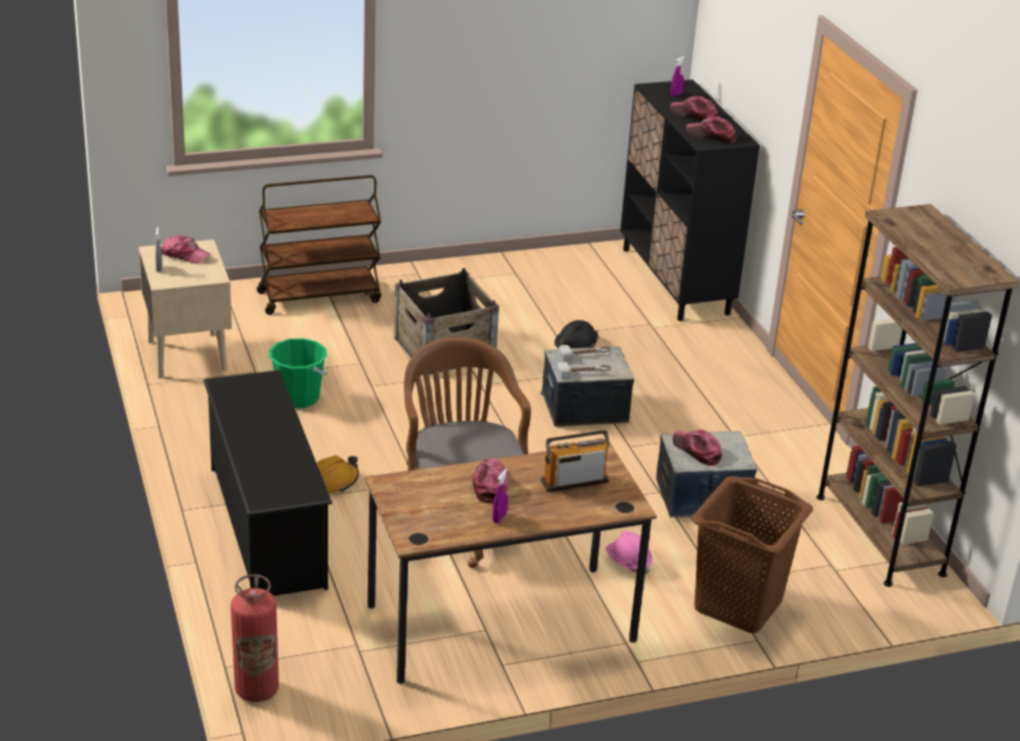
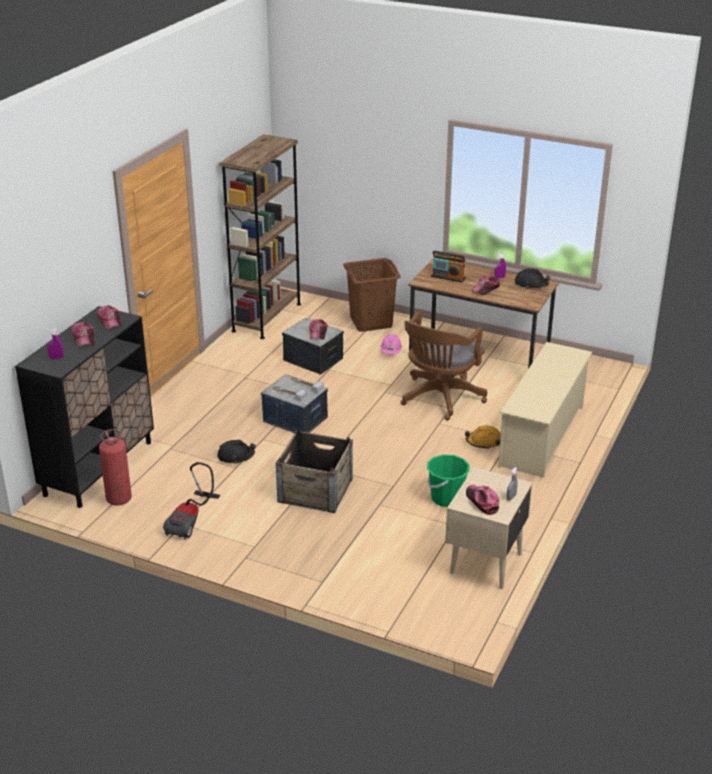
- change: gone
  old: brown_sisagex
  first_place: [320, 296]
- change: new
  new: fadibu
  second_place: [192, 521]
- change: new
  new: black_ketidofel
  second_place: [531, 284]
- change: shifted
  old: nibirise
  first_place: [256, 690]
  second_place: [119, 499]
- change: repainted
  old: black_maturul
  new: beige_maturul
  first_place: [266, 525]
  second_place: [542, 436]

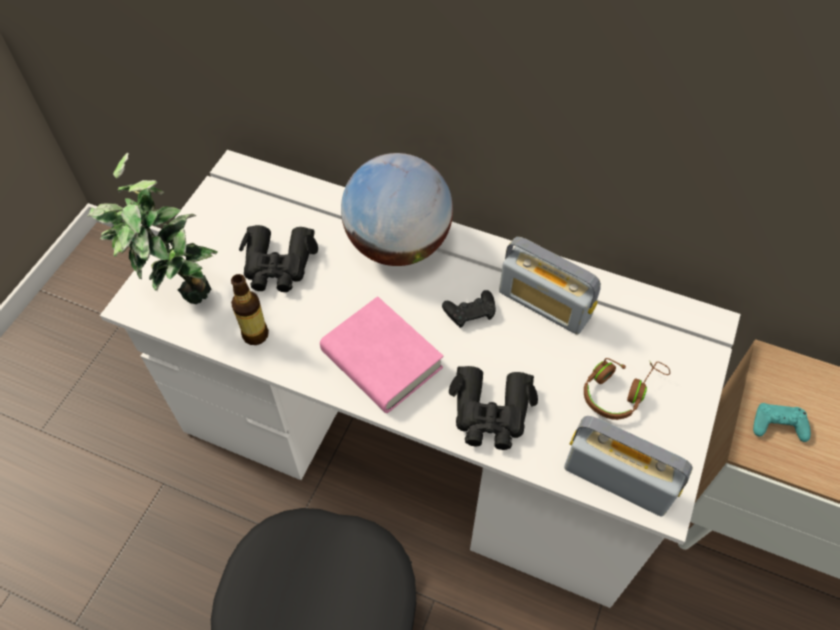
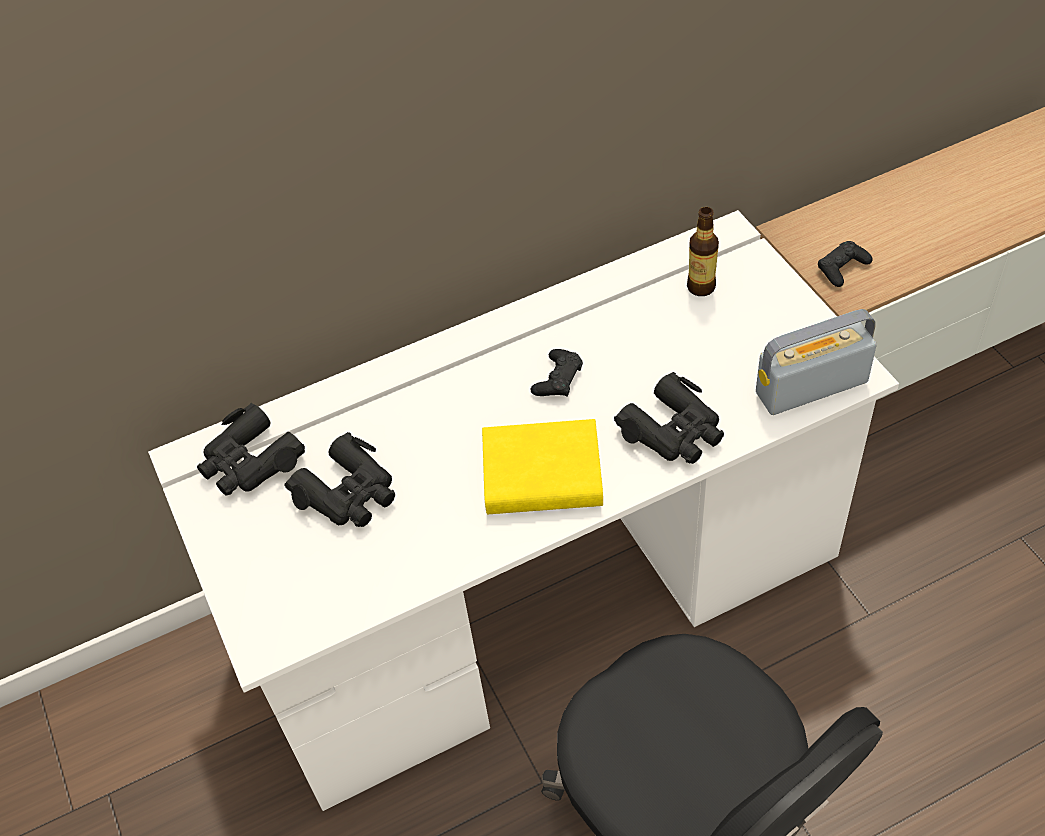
- change: gone
  old: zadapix
  first_place: [179, 293]
- change: gone
  old: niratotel
  first_place: [398, 244]
- change: gone
  old: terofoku
  first_place: [544, 304]
- change: gone
  old: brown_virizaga
  first_place: [619, 391]
- change: new
  new: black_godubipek
  second_place: [250, 462]
- change: shifted
  old: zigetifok
  first_place: [255, 335]
  second_place: [701, 287]
- change: repainted
  old: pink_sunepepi
  new: yellow_sunepepi
  first_place: [381, 360]
  second_place: [542, 475]
- change: repainted
  old: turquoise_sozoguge
  new: black_sozoguge
  first_place: [778, 425]
  second_place: [842, 268]

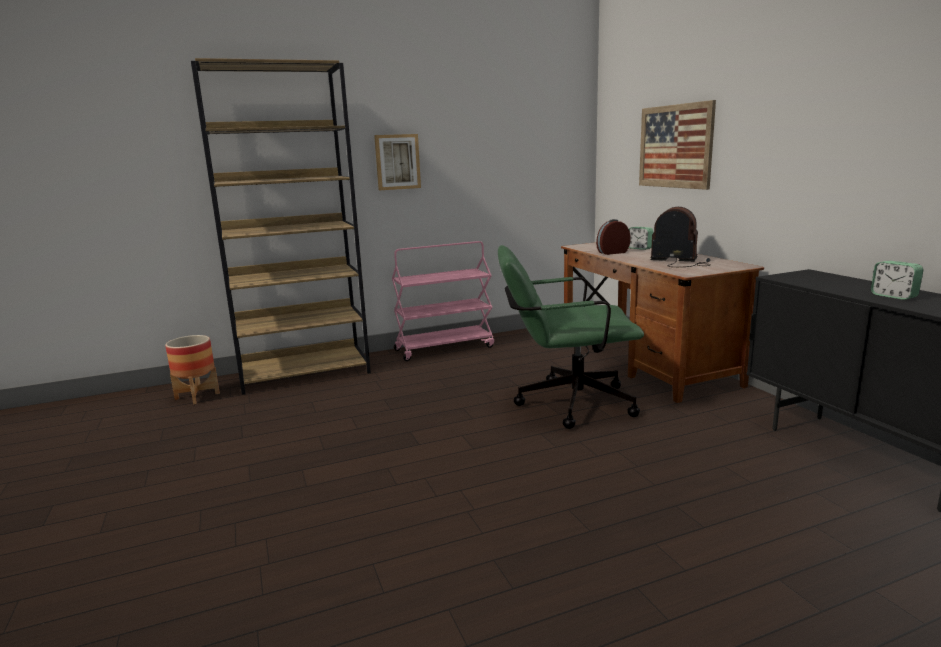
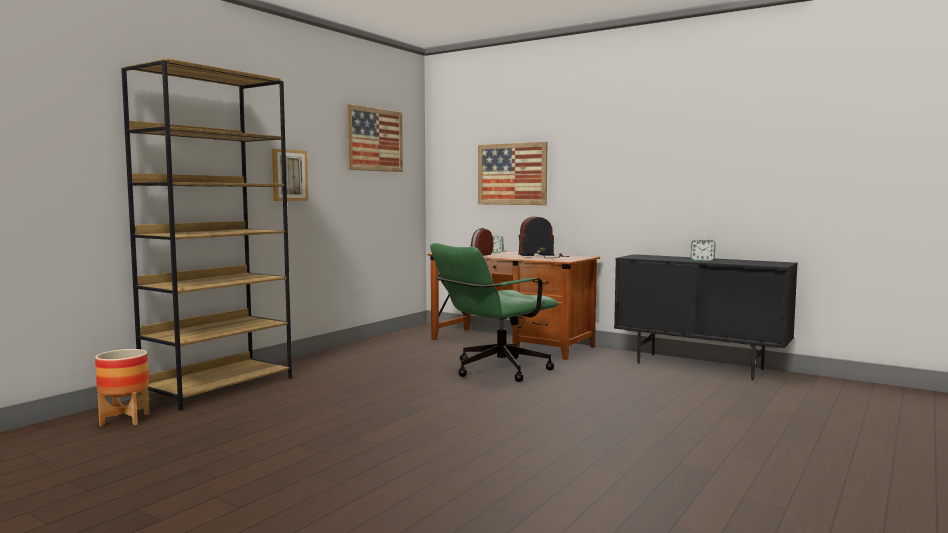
- change: gone
  old: pink_sisagex
  first_place: [444, 348]
- change: new
  new: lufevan
  second_place: [374, 139]

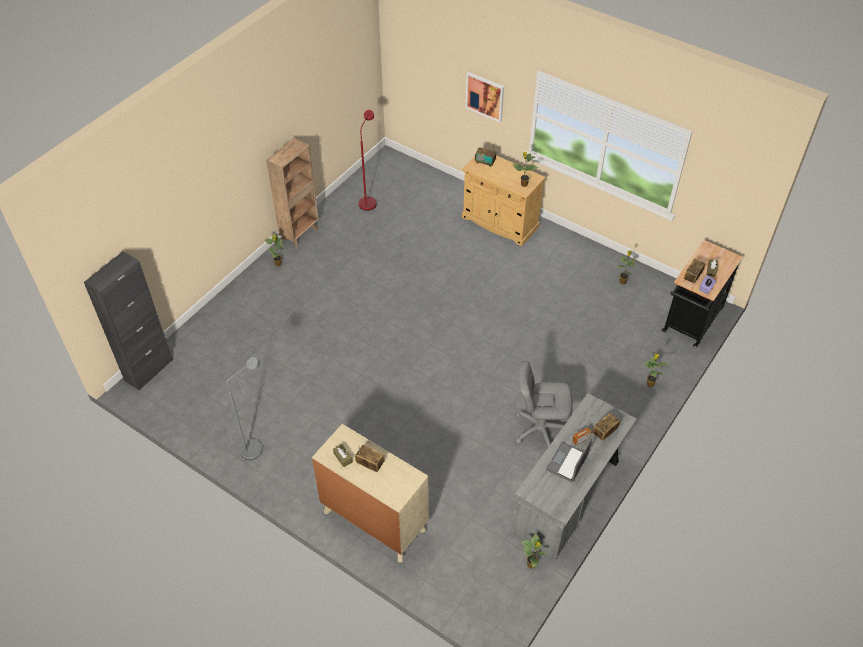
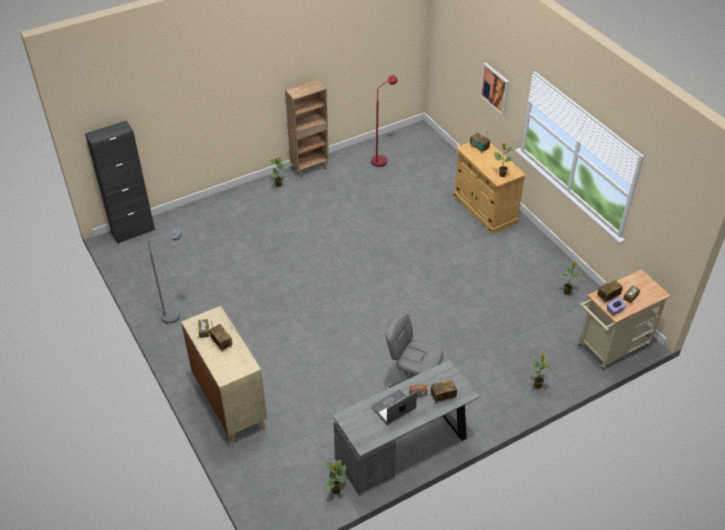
- change: repainted
  old: black_sisagex
  new: beige_sisagex
  first_place: [690, 324]
  second_place: [610, 348]

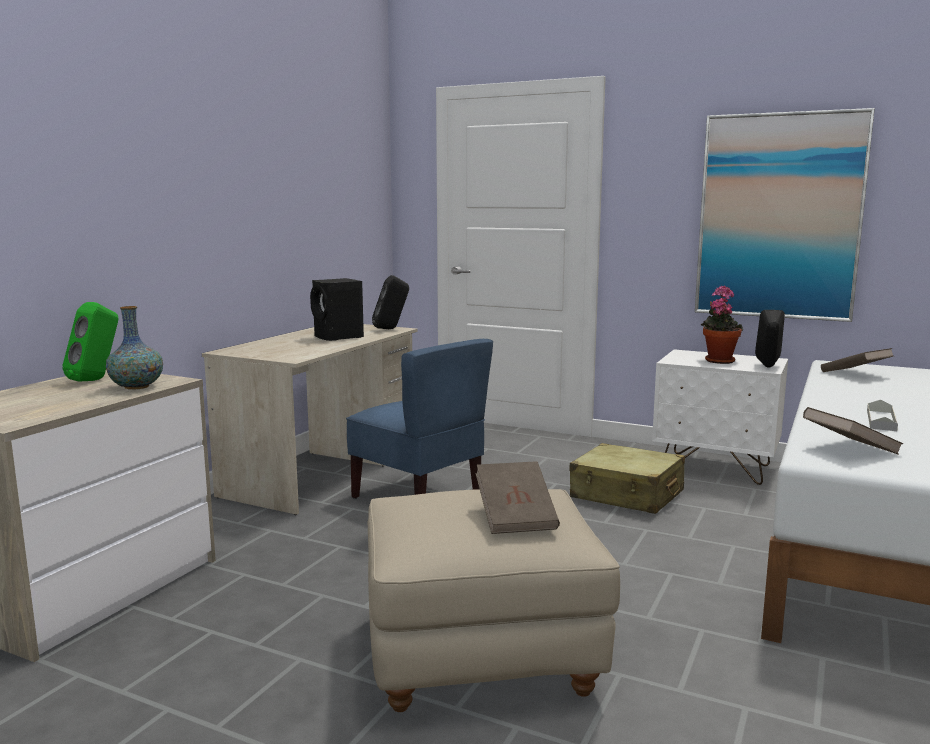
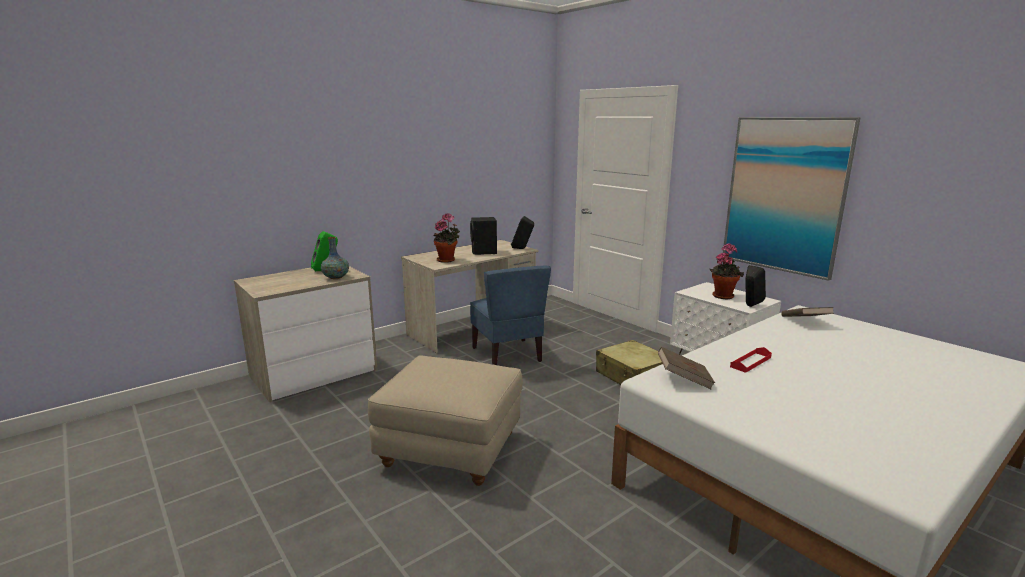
- change: gone
  old: brown_sunepepi
  first_place: [516, 517]
- change: new
  new: zadapix
  second_place: [447, 260]
- change: repainted
  old: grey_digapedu
  new: red_digapedu
  first_place: [881, 420]
  second_place: [750, 362]

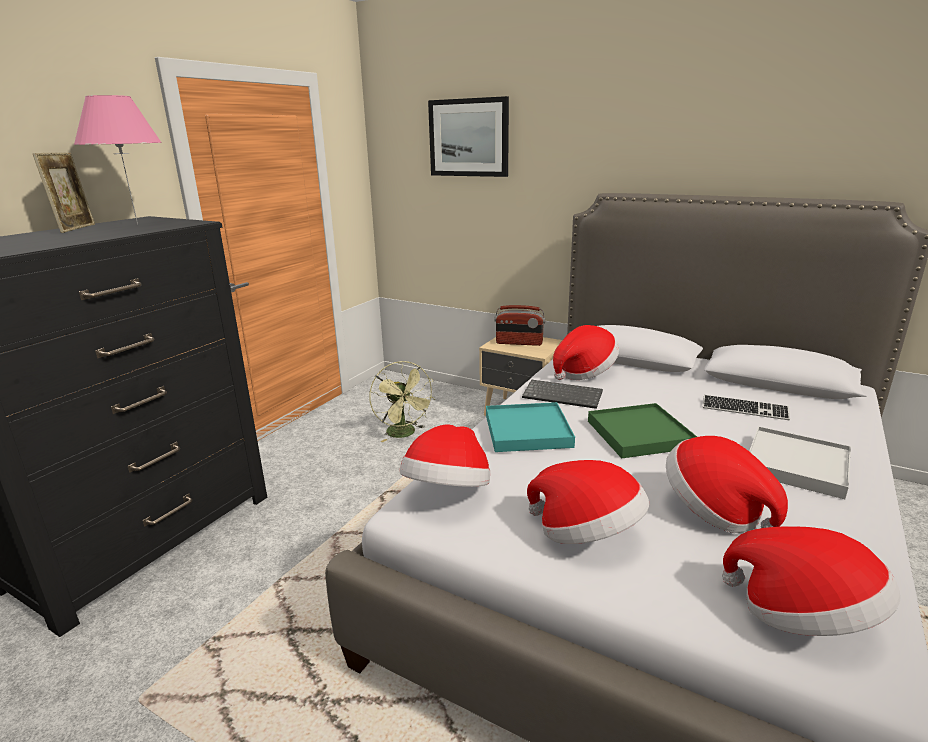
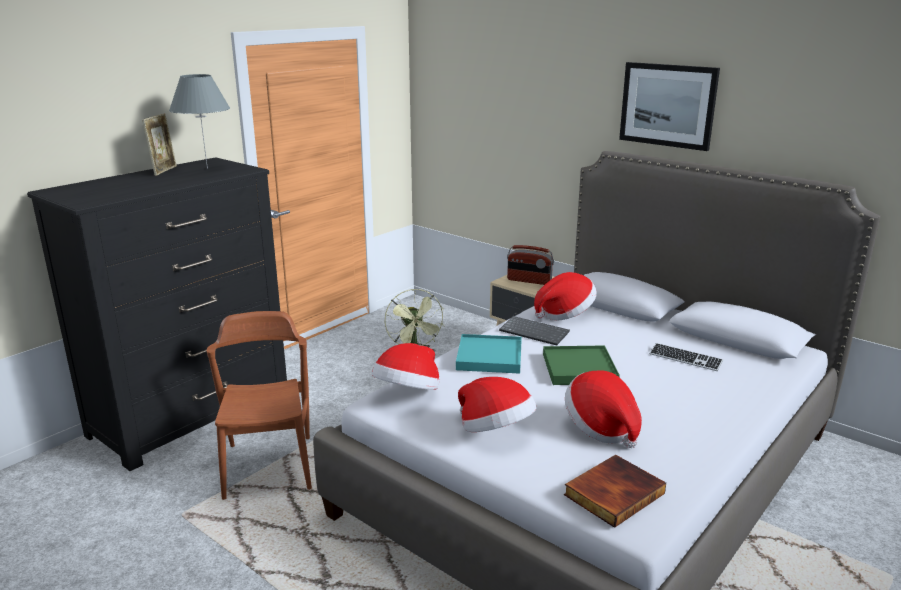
- change: gone
  old: white_digapedu
  first_place: [796, 465]
- change: new
  new: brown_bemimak
  second_place: [269, 466]
- change: shifted
  old: lufevan
  first_place: [468, 138]
  second_place: [668, 105]
- change: swapped
  old: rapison
  new: sunepepi
  first_place: [802, 615]
  second_place: [613, 493]
- change: repainted
  old: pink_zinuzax
  new: grey_zinuzax
  first_place: [137, 224]
  second_place: [207, 168]

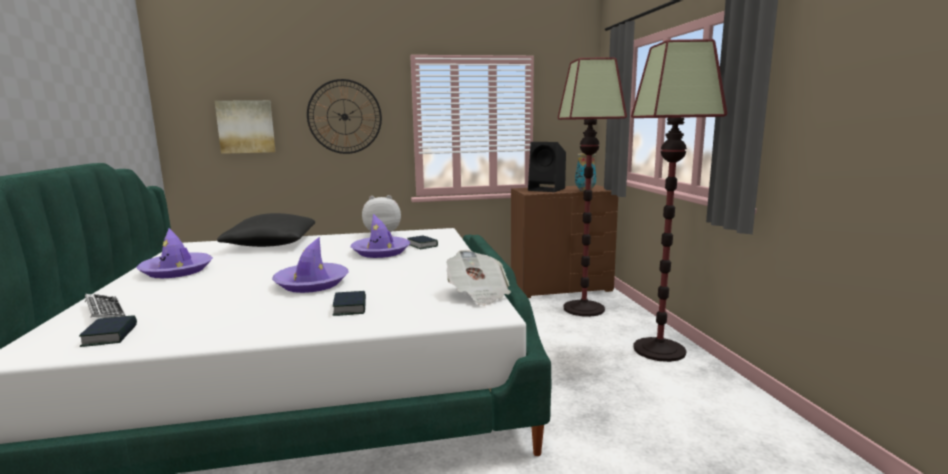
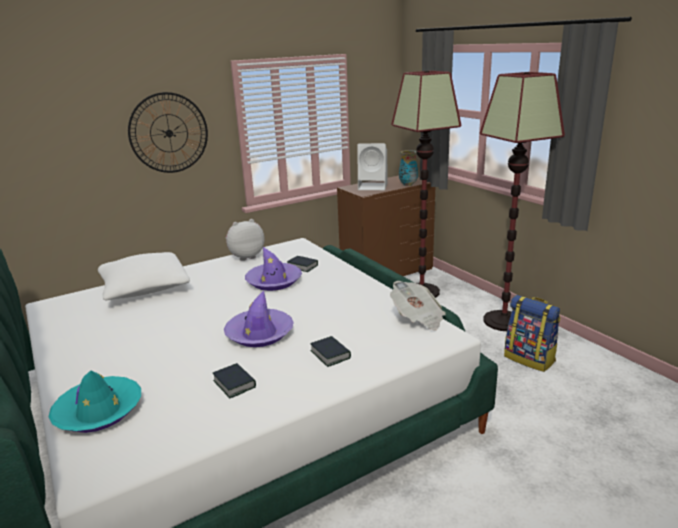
- change: gone
  old: purple_rapison
  first_place: [177, 271]
- change: gone
  old: lufevan
  first_place: [246, 127]
- change: new
  new: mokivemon
  second_place: [530, 359]
- change: shifted
  old: sunepepi
  first_place: [110, 336]
  second_place: [234, 384]
- change: swapped
  old: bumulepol
  new: turquoise_rapison
  first_place: [105, 312]
  second_place: [98, 411]
- change: repainted
  old: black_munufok
  new: white_munufok
  first_place: [271, 244]
  second_place: [145, 288]
- change: repainted
  old: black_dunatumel
  new: white_dunatumel
  first_place: [547, 189]
  second_place: [373, 186]

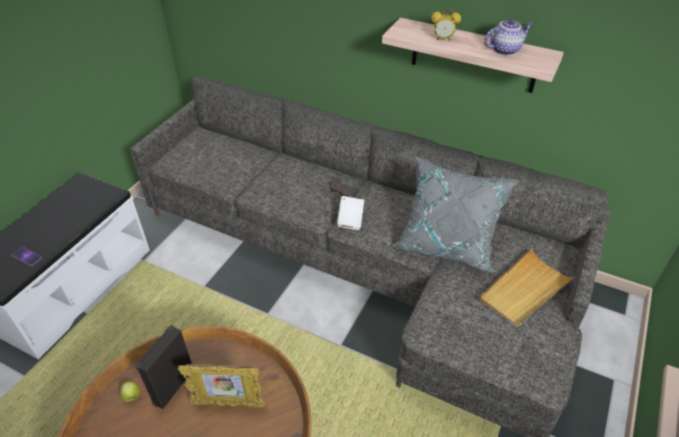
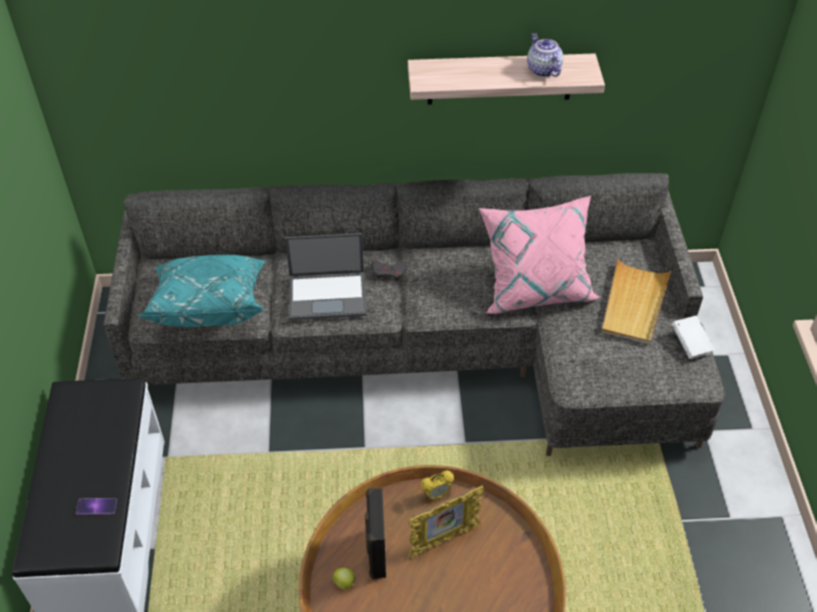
- change: new
  new: turquoise_munufok
  second_place: [210, 304]
- change: new
  new: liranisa
  second_place: [328, 295]
- change: shifted
  old: white_sunepepi
  first_place: [350, 219]
  second_place: [690, 344]
- change: shifted
  old: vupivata
  first_place: [443, 39]
  second_place: [436, 495]
- change: repainted
  old: grey_munufok
  new: pink_munufok
  first_place: [448, 244]
  second_place: [535, 287]
- change: rotated
  old: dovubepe
  first_place: [505, 49]
  second_place: [542, 69]
  degrees: -60

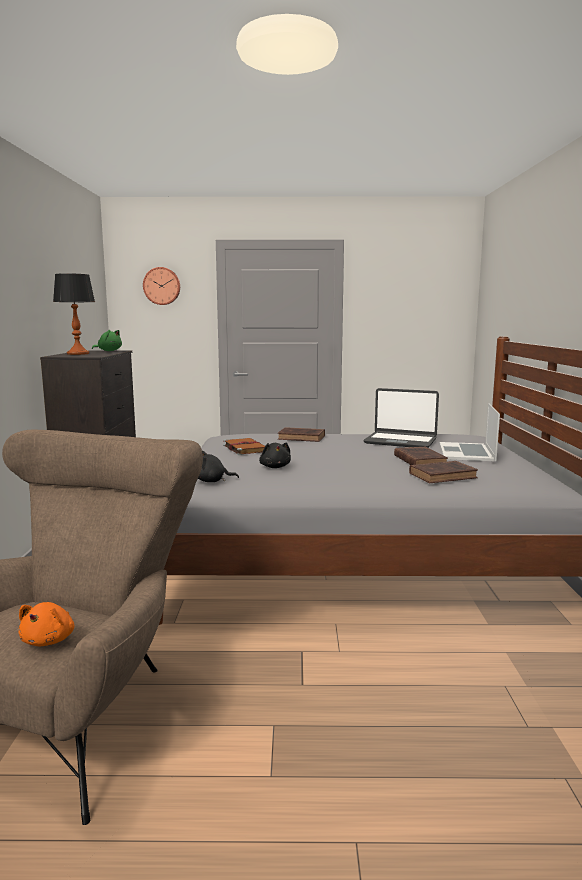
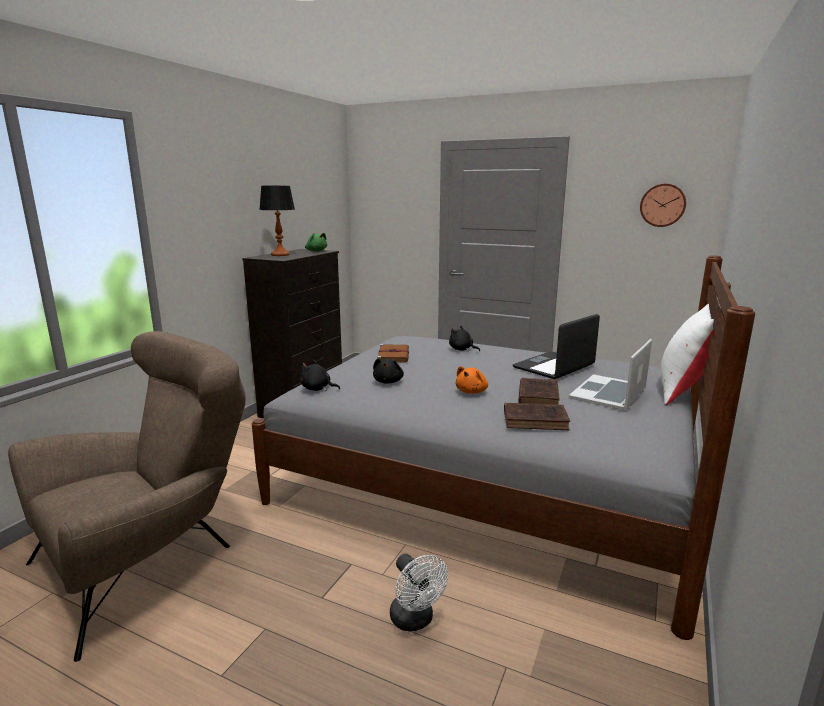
- change: new
  new: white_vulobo
  second_place: [415, 621]
- change: new
  new: white_munufok
  second_place: [683, 390]
- change: shifted
  old: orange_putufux
  first_place: [50, 640]
  second_place: [472, 391]
- change: shifted
  old: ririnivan
  first_place: [162, 286]
  second_place: [662, 205]
- change: swapped
  old: brown_sunepepi
  new: black_putufux
  first_place: [303, 438]
  second_place: [462, 349]
- change: rotated
  old: liranisa
  first_place: [400, 441]
  second_place: [554, 367]
  degrees: 90

